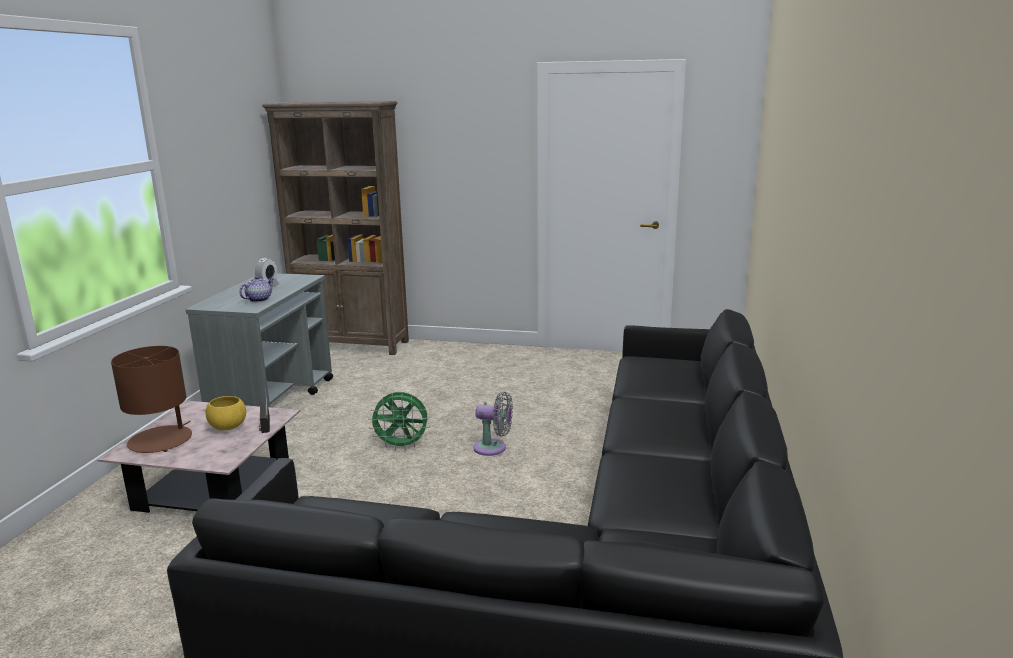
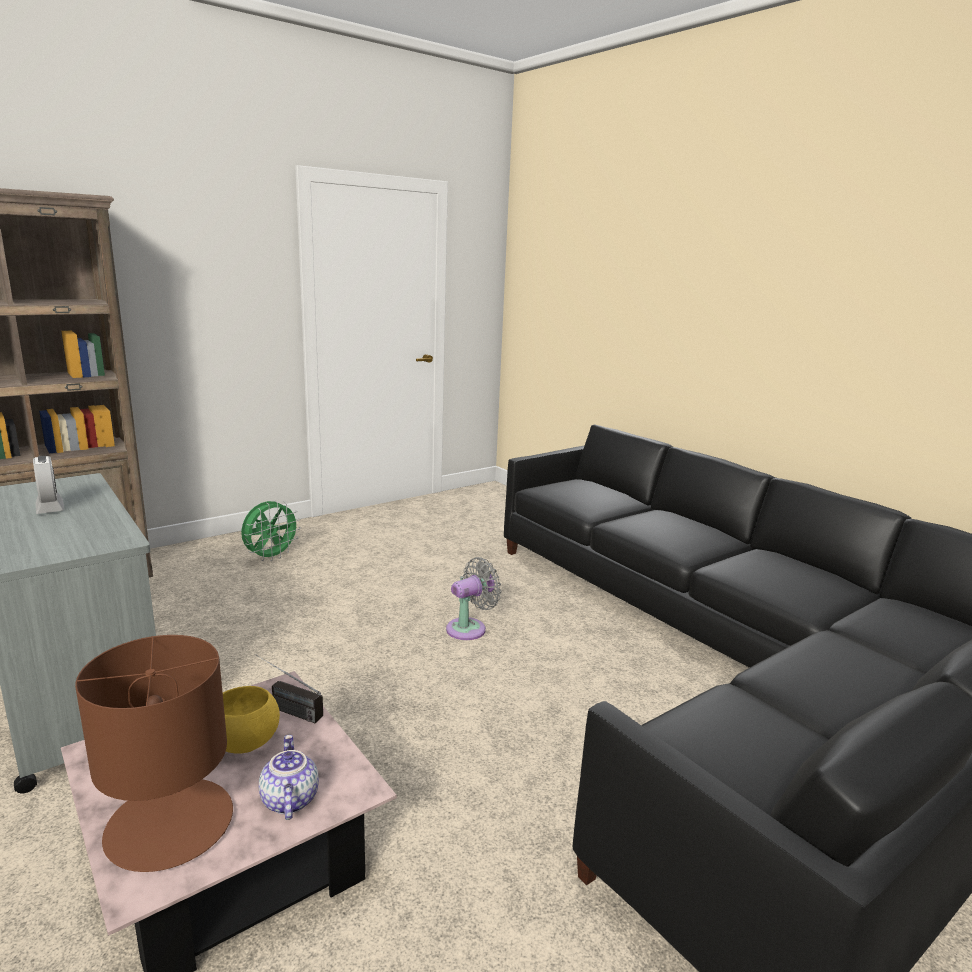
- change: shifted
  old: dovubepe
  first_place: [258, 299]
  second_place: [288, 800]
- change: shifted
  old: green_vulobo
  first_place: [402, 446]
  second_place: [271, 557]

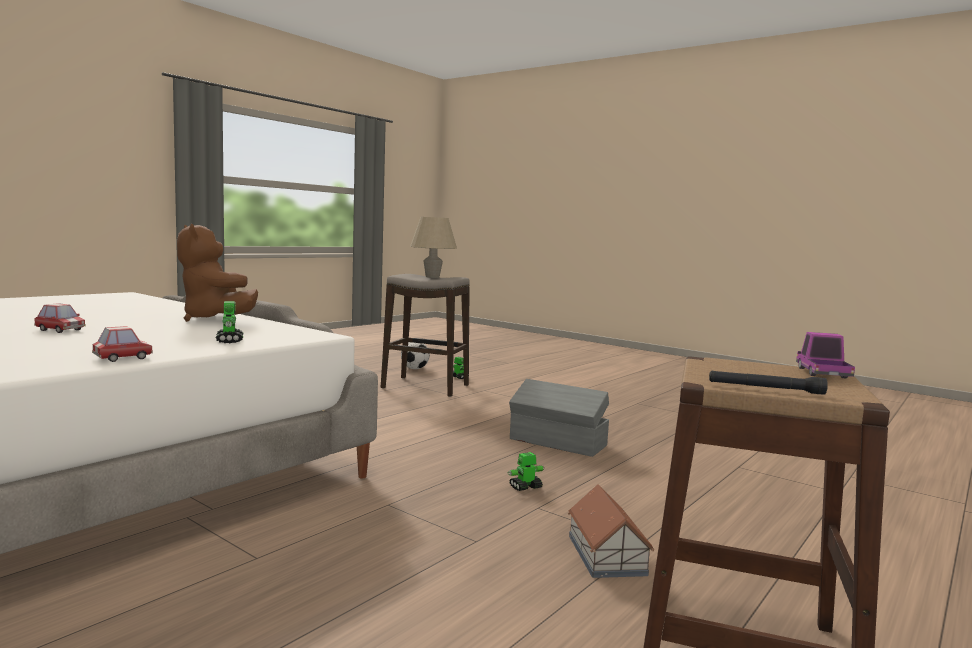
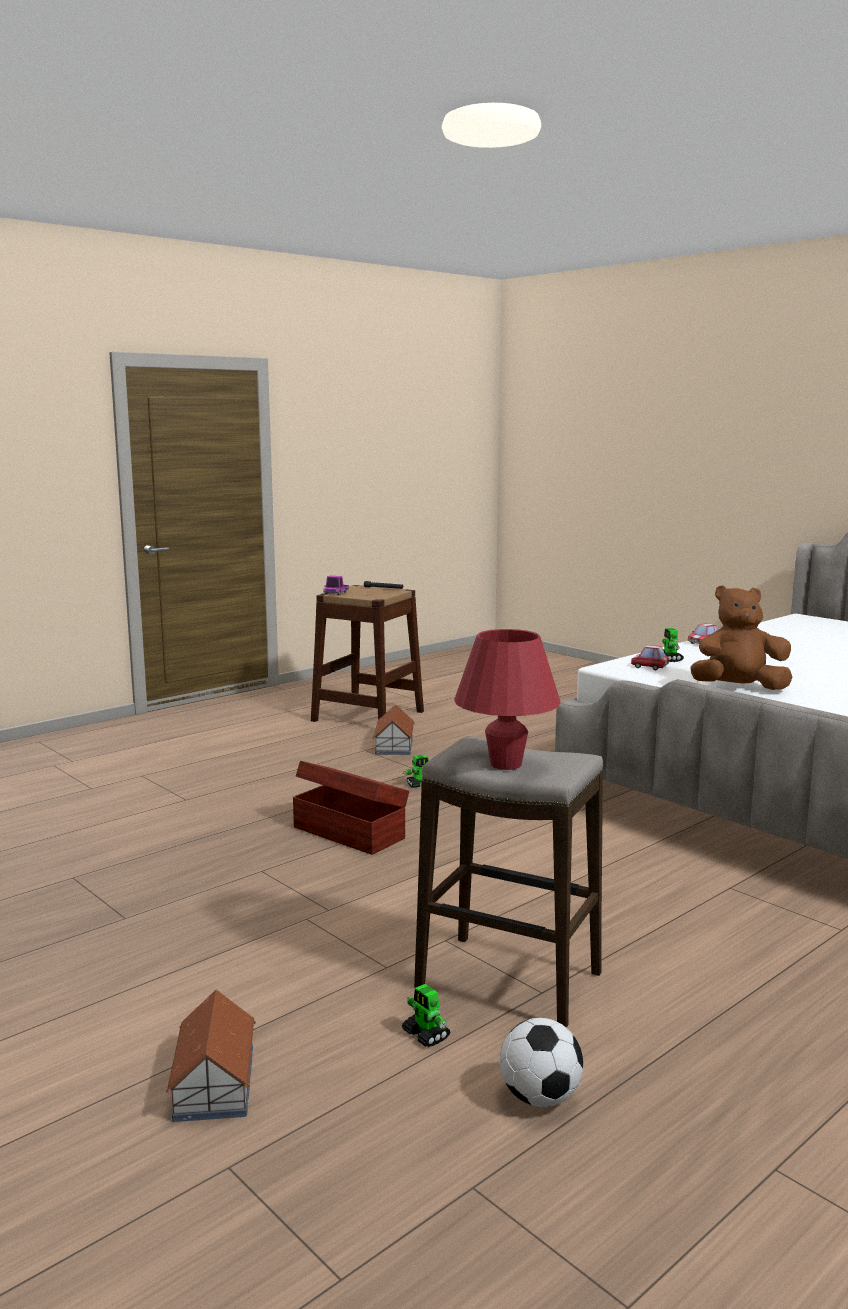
- change: new
  new: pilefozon
  second_place: [215, 1082]
- change: shifted
  old: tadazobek
  first_place: [60, 330]
  second_place: [649, 667]
- change: repainted
  old: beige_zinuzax
  new: red_zinuzax
  first_place: [432, 277]
  second_place: [505, 764]
- change: repainted
  old: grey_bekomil
  new: brown_bekomil
  first_place: [558, 443]
  second_place: [349, 832]
- change: rotated
  old: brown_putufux
  first_place: [214, 319]
  second_place: [738, 688]
  degrees: -60

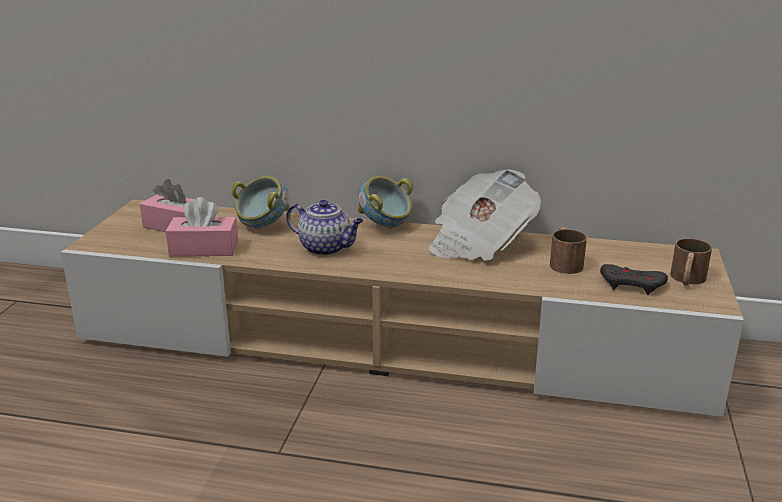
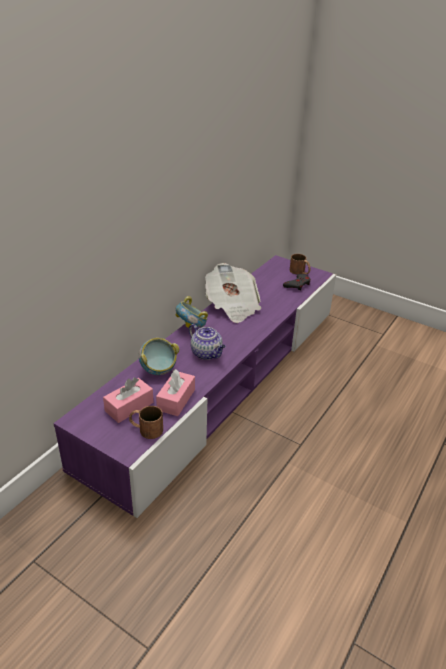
- change: shifted
  old: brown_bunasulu
  first_place: [564, 262]
  second_place: [146, 429]
- change: repainted
  old: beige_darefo
  new: purple_darefo
  first_place: [392, 342]
  second_place: [221, 380]
- change: rotated
  old: dovubepe
  first_place: [326, 248]
  second_place: [207, 353]
  degrees: 90

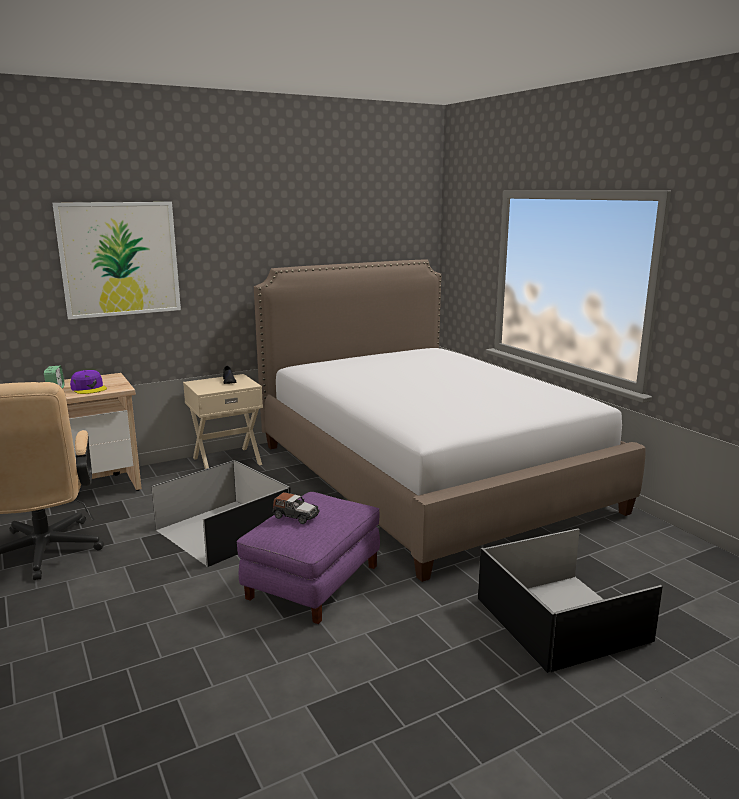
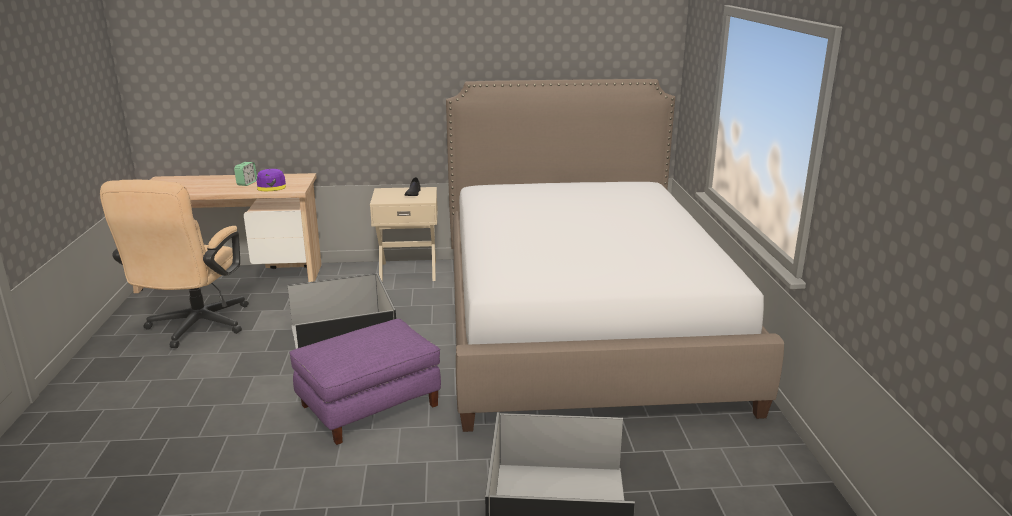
- change: gone
  old: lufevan
  first_place: [119, 259]
- change: gone
  old: tadazobek
  first_place: [295, 516]

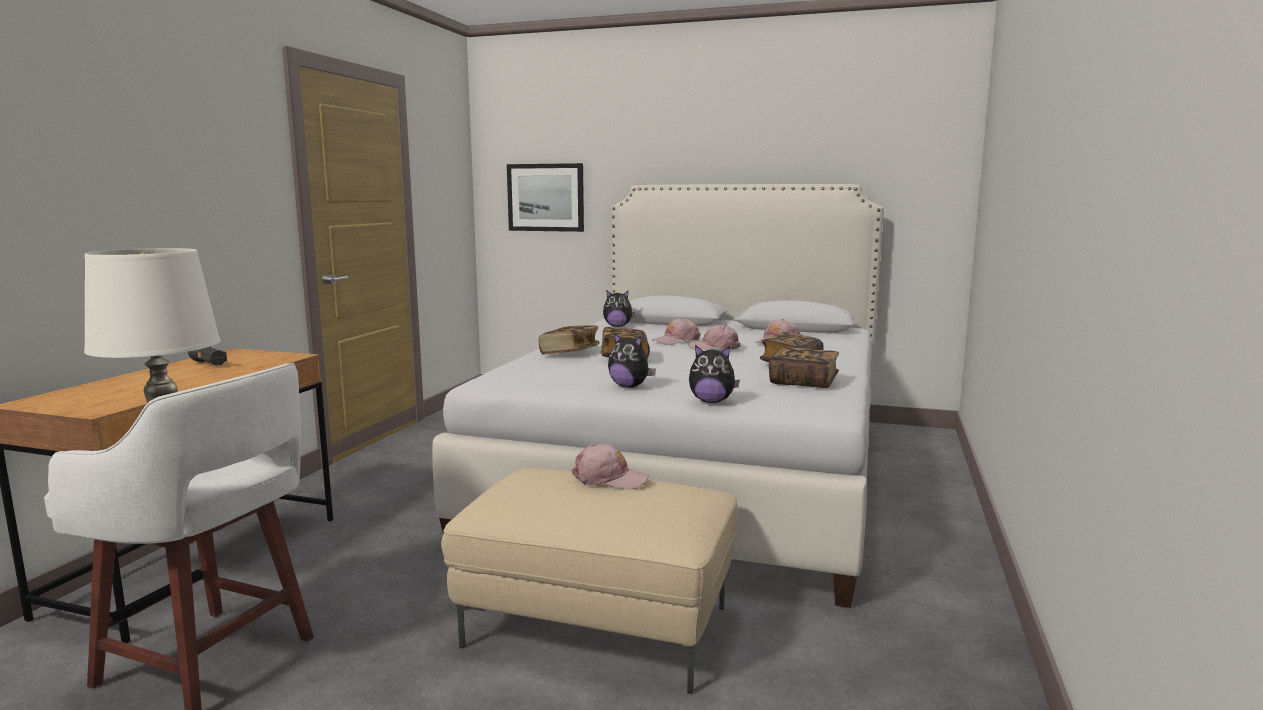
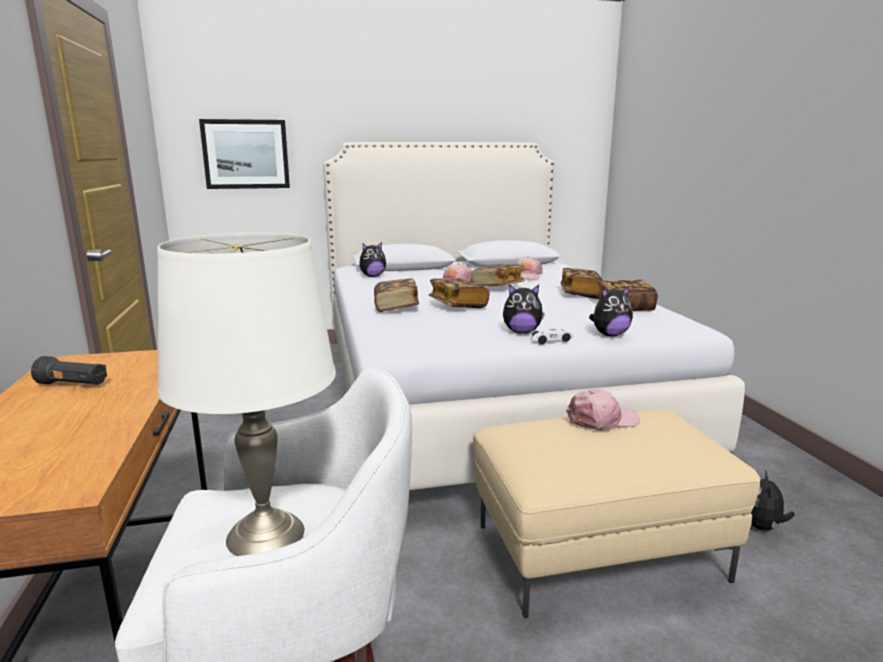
- change: new
  new: tadazobek
  second_place: [552, 341]
- change: new
  new: putufux
  second_place: [763, 527]
- change: swapped
  old: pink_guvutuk
  new: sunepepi
  first_place: [714, 347]
  second_place: [498, 287]

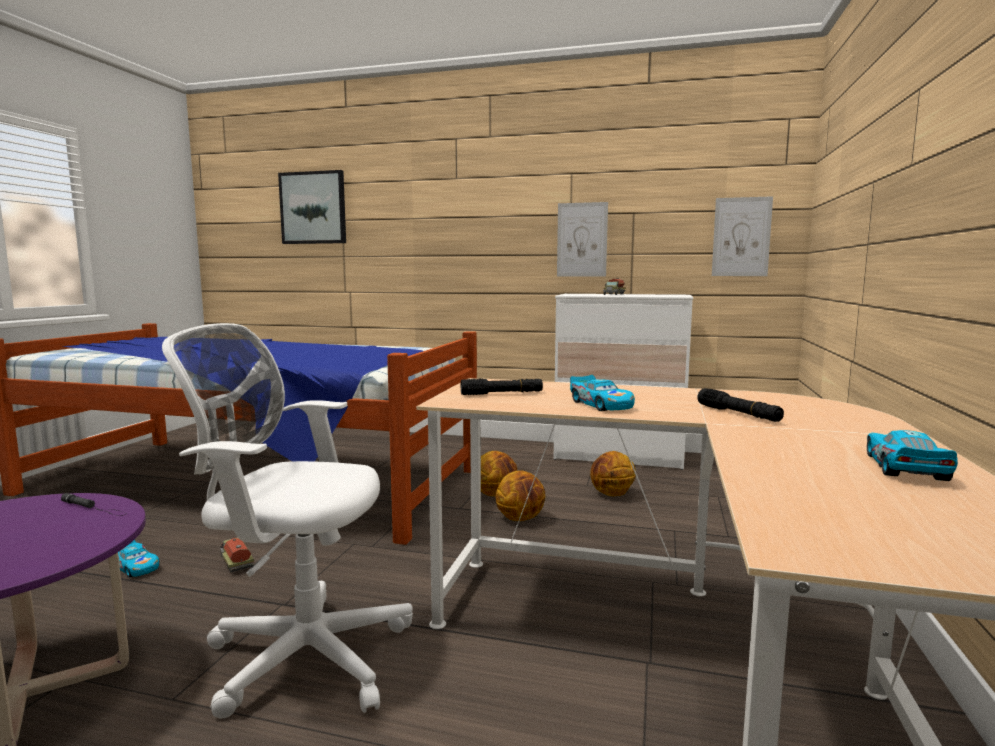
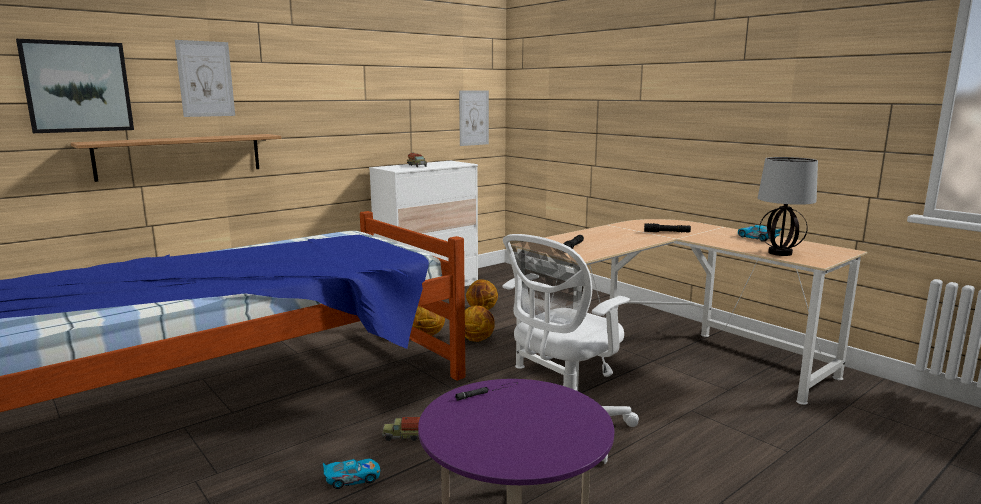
- change: gone
  old: tadazobek
  first_place: [601, 405]
- change: new
  new: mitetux
  second_place: [180, 156]
- change: new
  new: zinuzax
  second_place: [780, 253]
- change: shifted
  old: lufevan
  first_place: [582, 239]
  second_place: [205, 79]

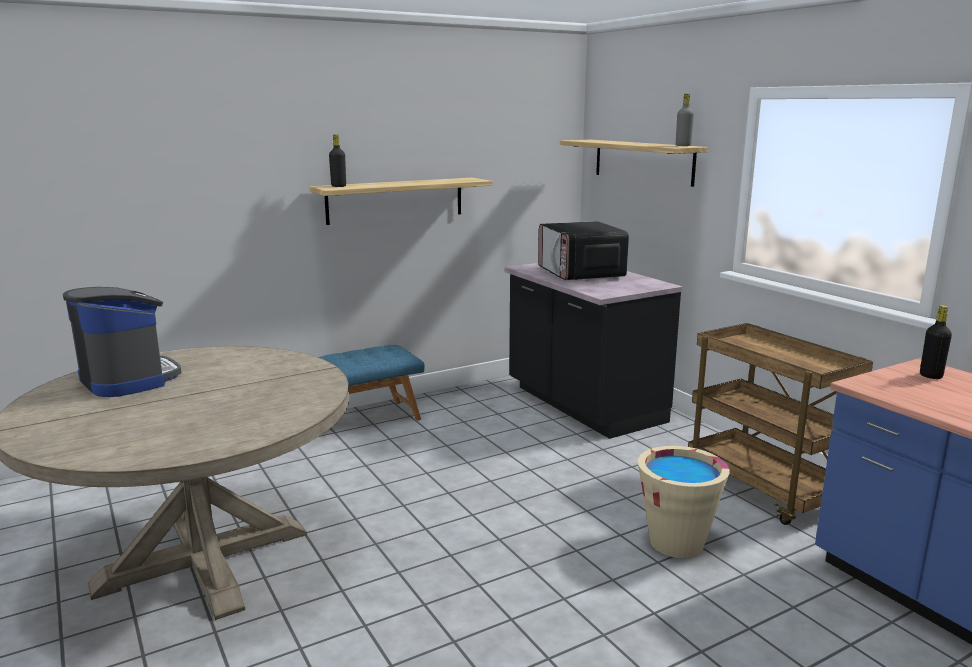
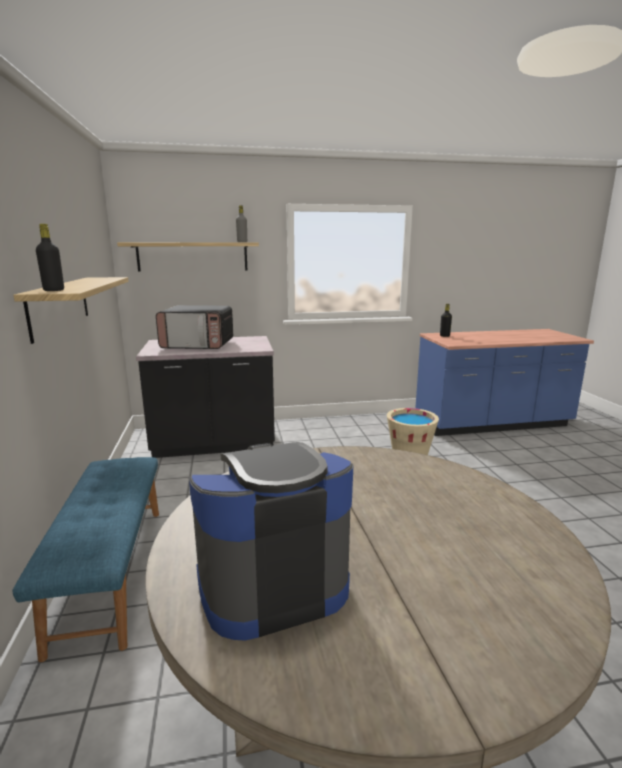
- change: gone
  old: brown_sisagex
  first_place: [765, 490]

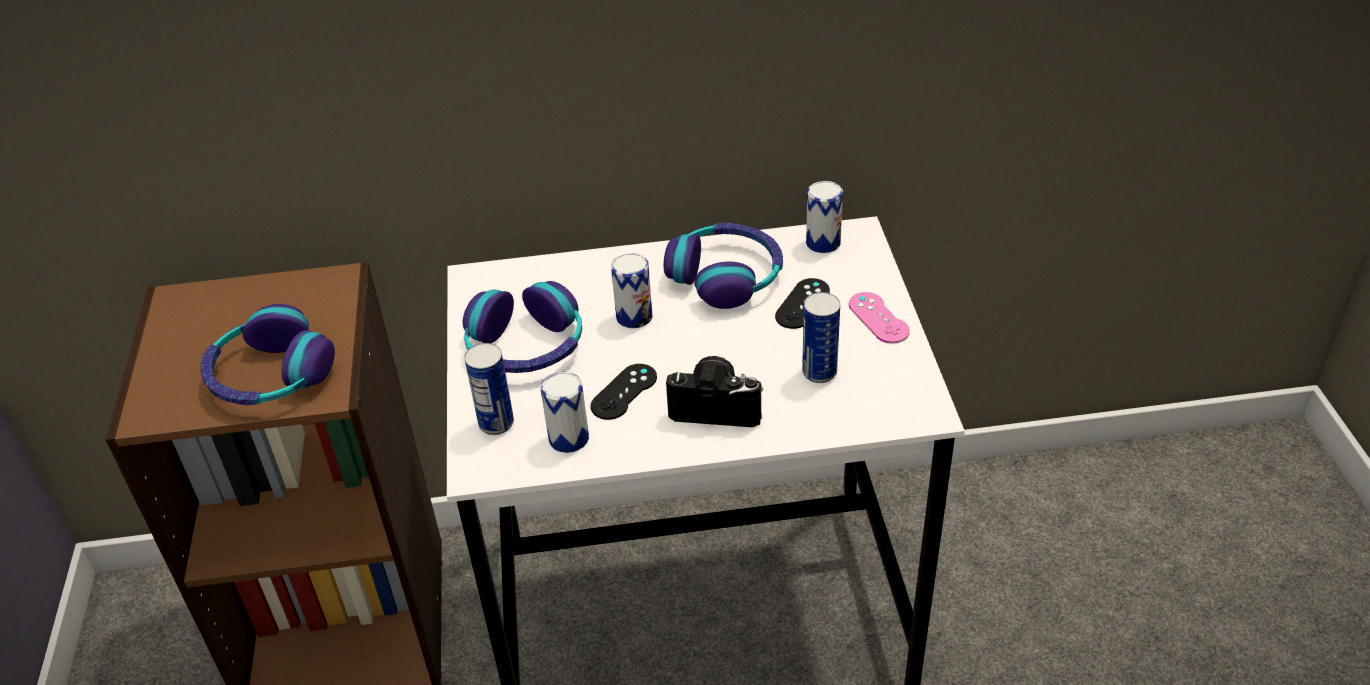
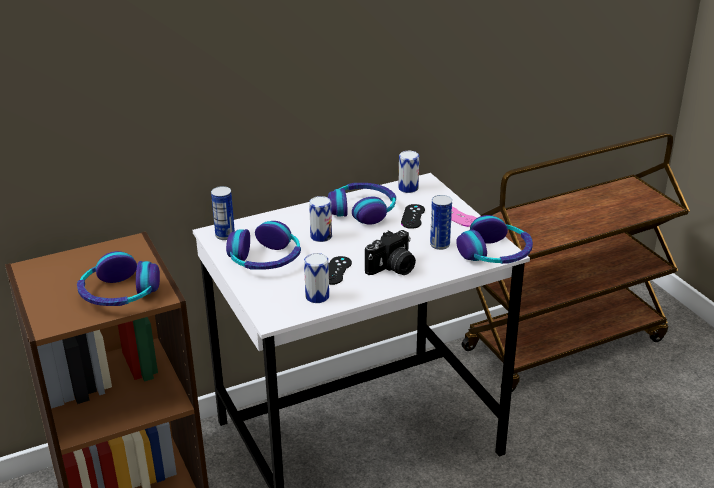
- change: new
  new: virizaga
  second_place: [495, 253]
- change: new
  new: brown_sisagex
  second_place: [564, 343]
- change: shifted
  old: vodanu
  first_place: [496, 423]
  second_place: [225, 235]
- change: rotated
  old: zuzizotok
  first_place: [716, 406]
  second_place: [392, 268]
  degrees: 150

